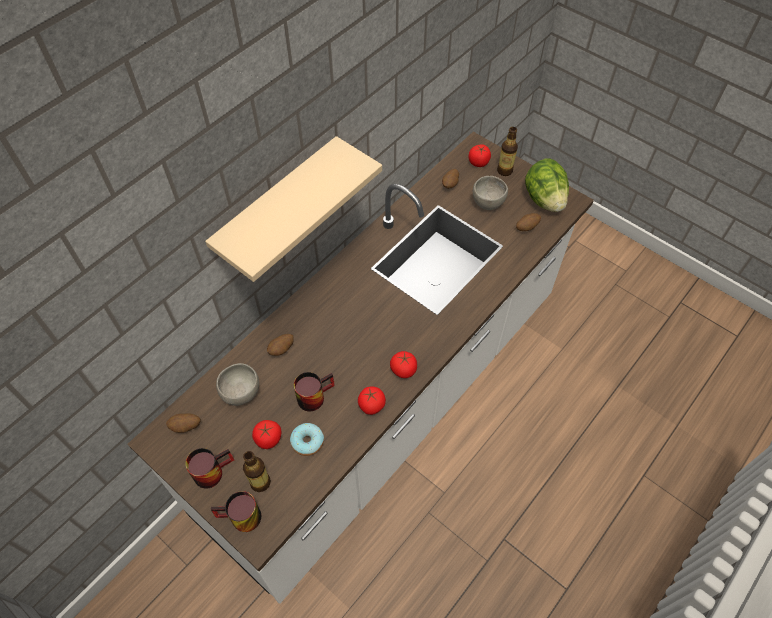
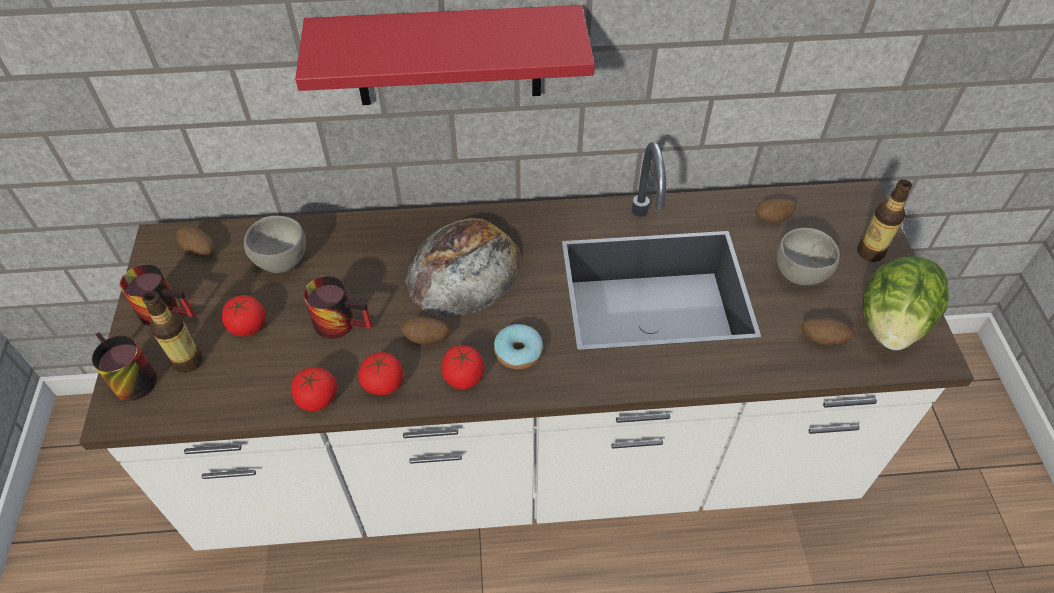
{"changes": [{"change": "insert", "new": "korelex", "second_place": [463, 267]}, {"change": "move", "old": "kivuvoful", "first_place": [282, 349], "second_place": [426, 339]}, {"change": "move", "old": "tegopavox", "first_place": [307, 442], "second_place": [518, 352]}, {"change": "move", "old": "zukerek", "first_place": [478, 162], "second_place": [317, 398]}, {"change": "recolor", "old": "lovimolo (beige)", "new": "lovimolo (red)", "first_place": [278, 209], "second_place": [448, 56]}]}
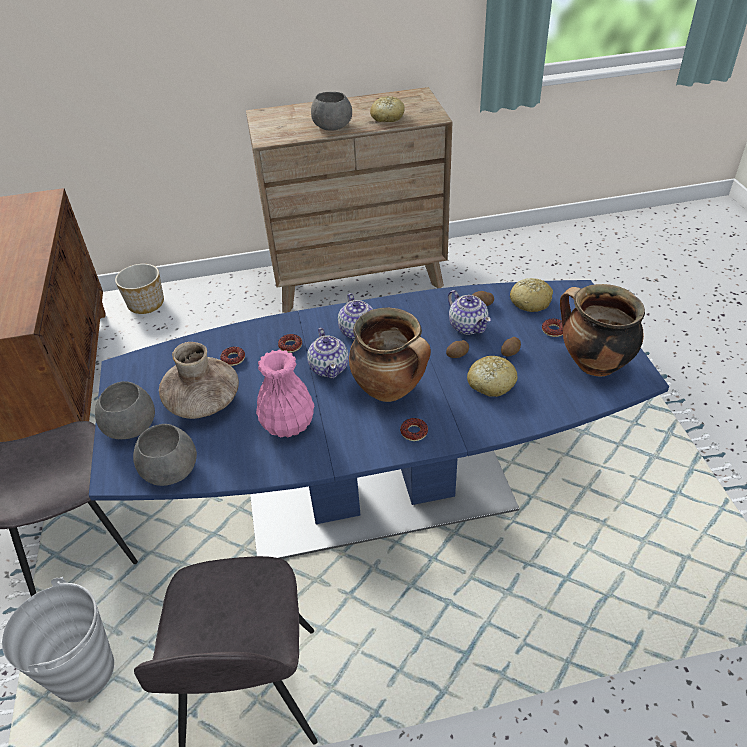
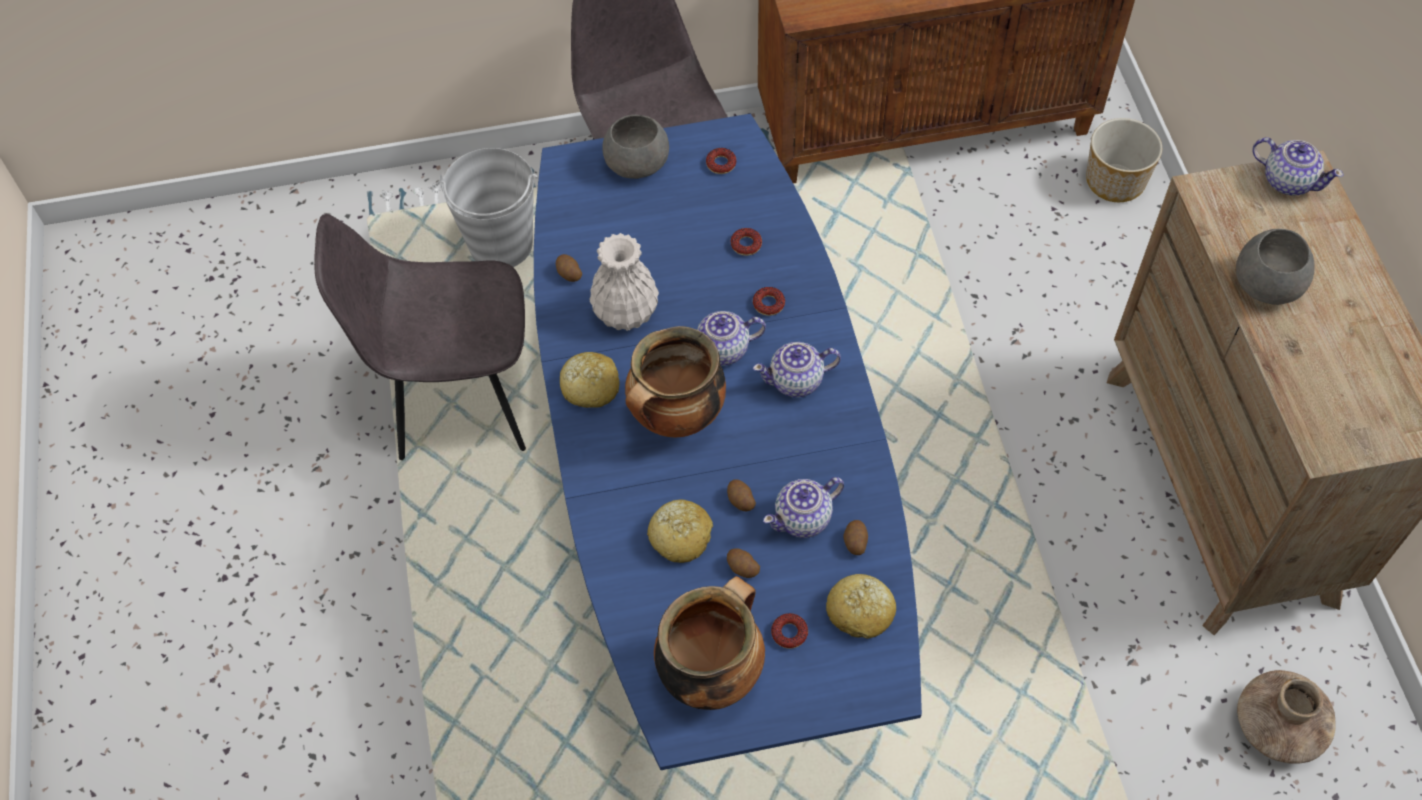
{"changes": [{"change": "delete", "old": "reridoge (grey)", "first_place": [170, 470]}, {"change": "insert", "new": "kivuvoful", "second_place": [568, 274]}, {"change": "insert", "new": "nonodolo", "second_place": [1287, 180]}, {"change": "move", "old": "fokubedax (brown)", "first_place": [203, 402], "second_place": [1278, 726]}, {"change": "move", "old": "korelex", "first_place": [387, 117], "second_place": [590, 386]}, {"change": "move", "old": "tegopavox", "first_place": [414, 432], "second_place": [721, 164]}, {"change": "recolor", "old": "fokubedax (pink)", "new": "fokubedax (white)", "first_place": [289, 424], "second_place": [626, 312]}]}
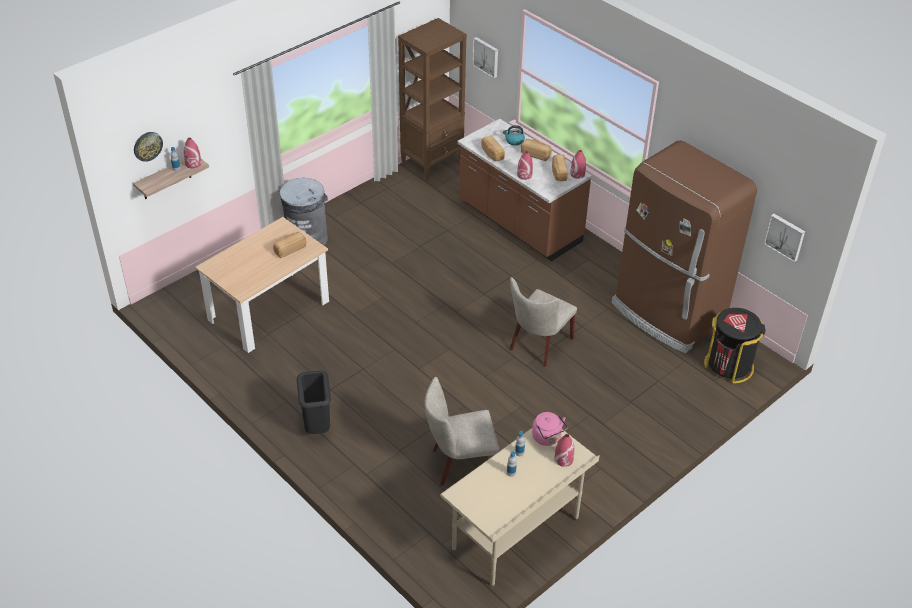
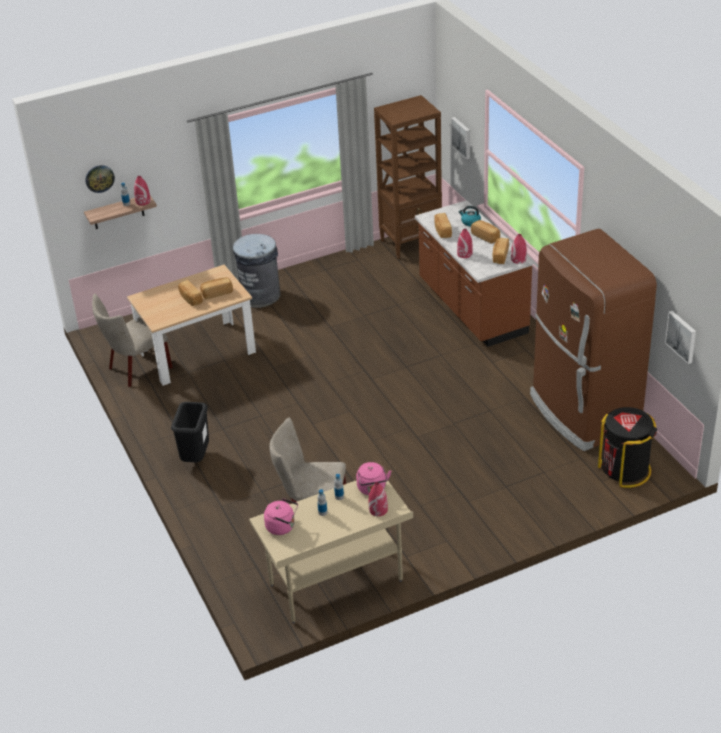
{"changes": [{"change": "insert", "new": "korelex", "second_place": [190, 299]}, {"change": "insert", "new": "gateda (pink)", "second_place": [282, 527]}, {"change": "move", "old": "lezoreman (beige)", "first_place": [538, 346], "second_place": [136, 369]}]}
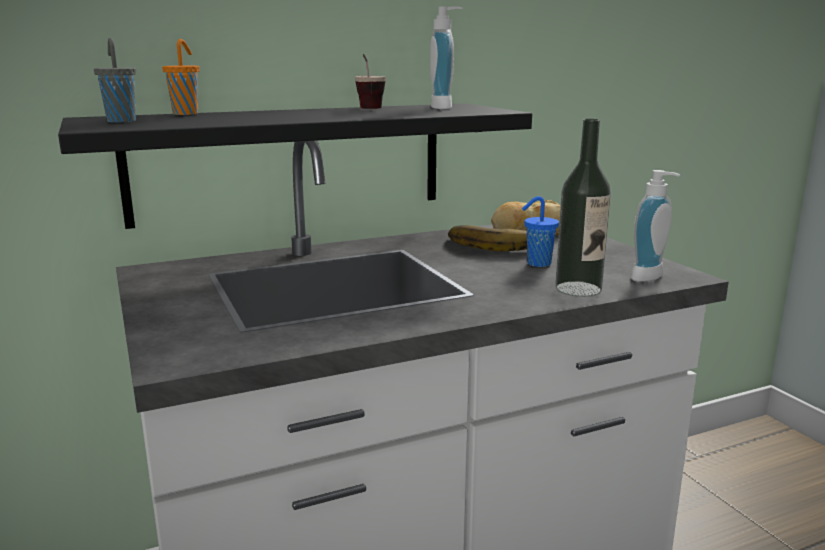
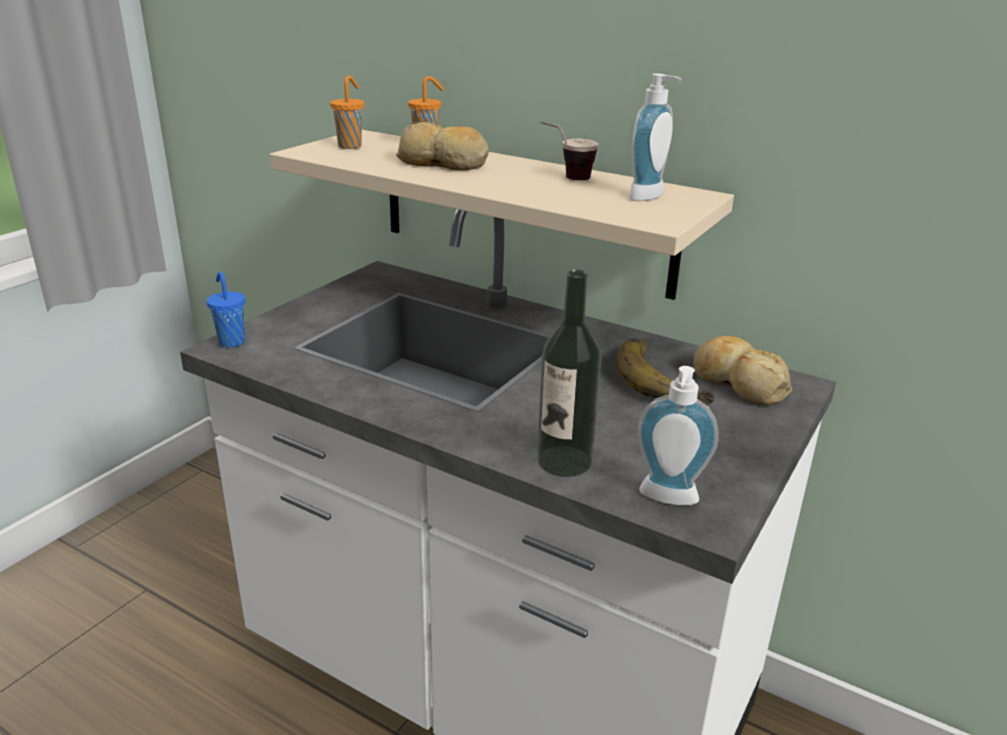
{"changes": [{"change": "insert", "new": "korelex", "second_place": [443, 163]}, {"change": "move", "old": "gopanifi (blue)", "first_place": [537, 264], "second_place": [231, 341]}, {"change": "recolor", "old": "lovimolo (black)", "new": "lovimolo (beige)", "first_place": [290, 162], "second_place": [523, 211]}, {"change": "recolor", "old": "gopanifi (grey)", "new": "gopanifi (orange)", "first_place": [121, 121], "second_place": [351, 146]}]}
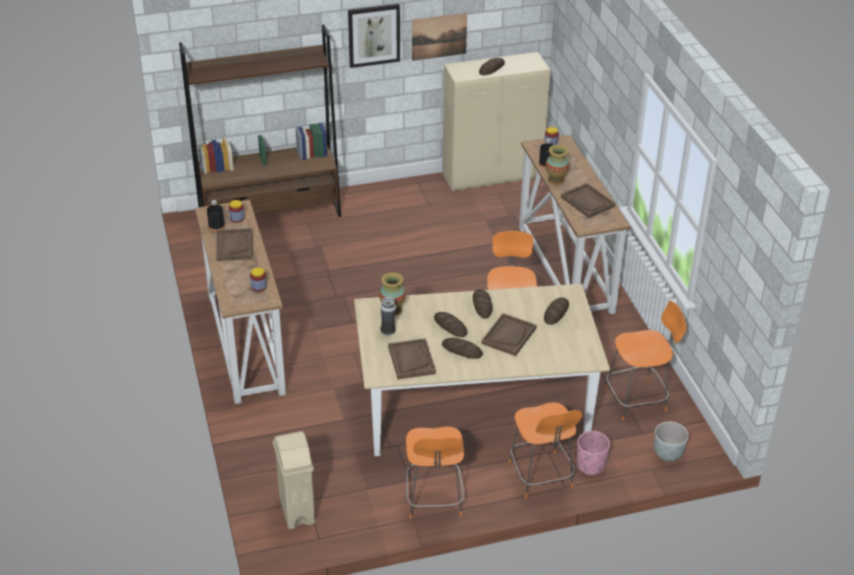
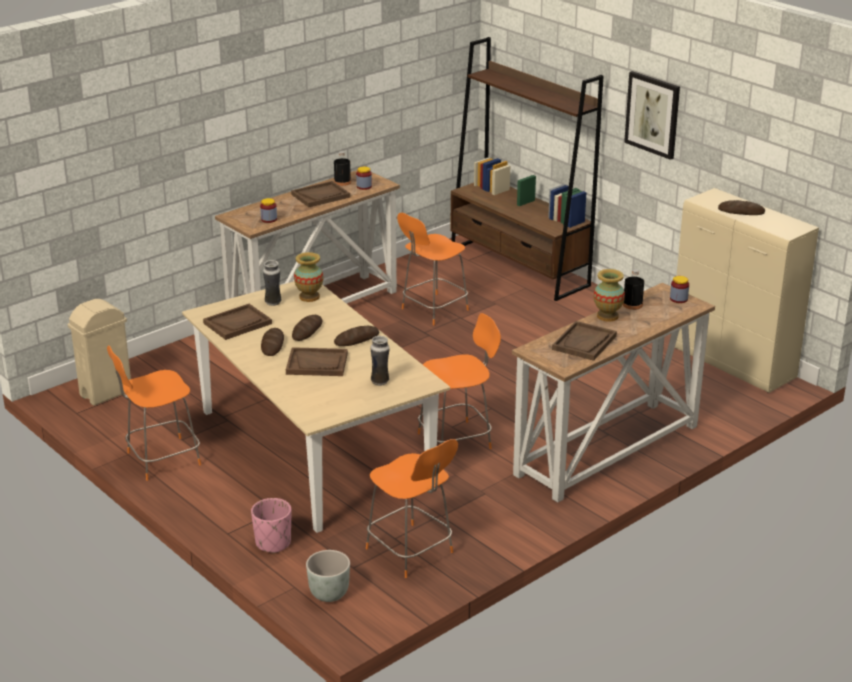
{"changes": [{"change": "delete", "old": "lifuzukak", "first_place": [439, 36]}, {"change": "move", "old": "lezoreman (orange)", "first_place": [541, 477], "second_place": [433, 310]}, {"change": "replace", "old": "korelex", "new": "fokubedax", "first_place": [556, 313], "second_place": [380, 382]}]}
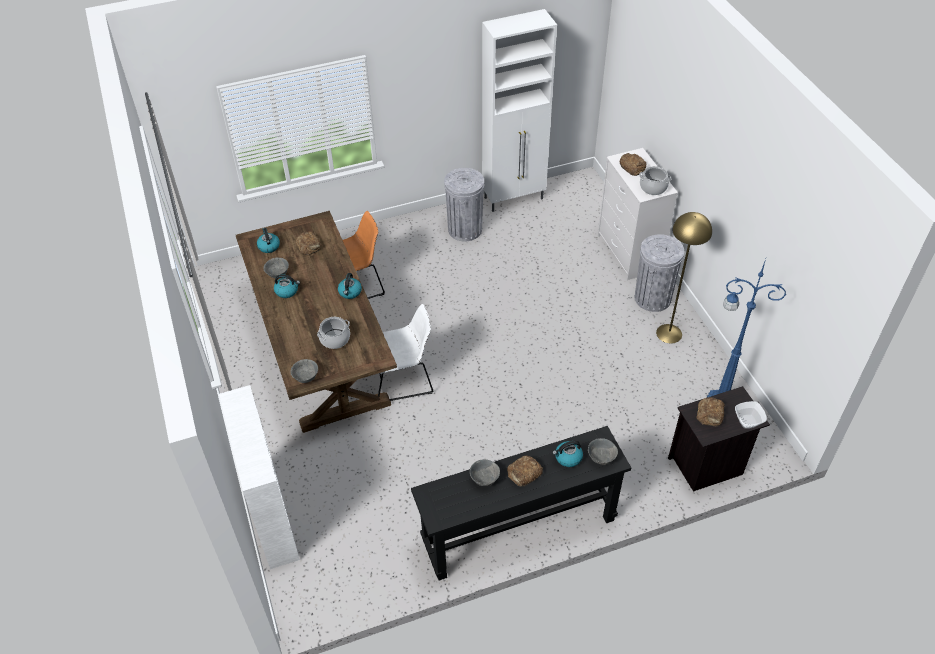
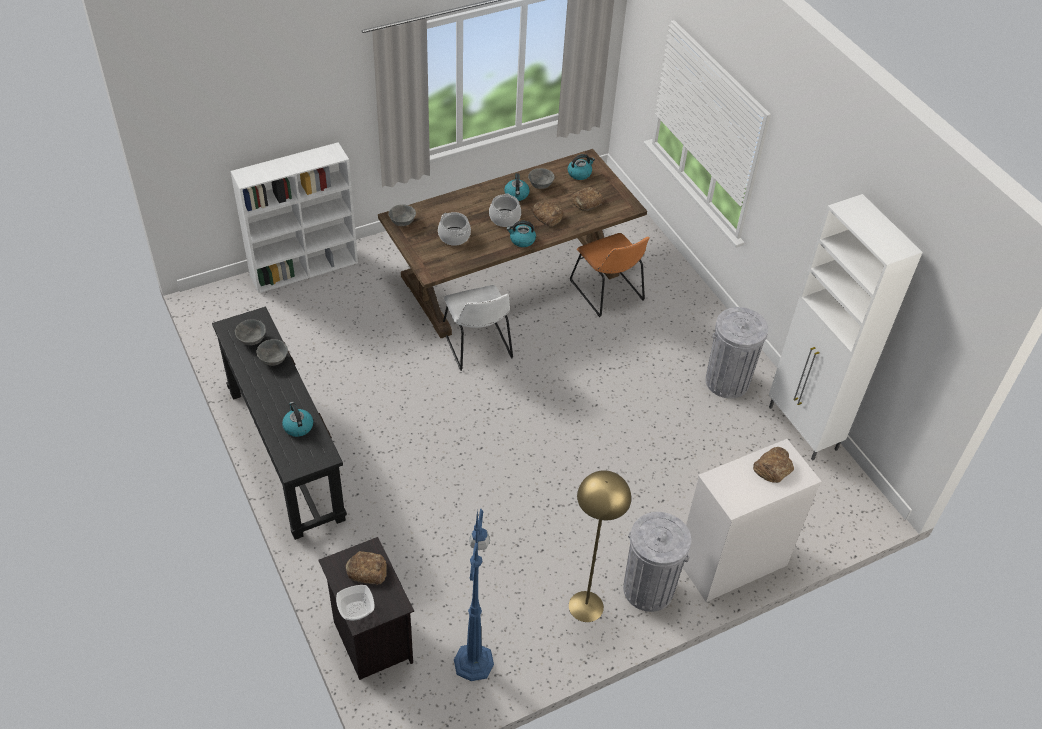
{"changes": [{"change": "move", "old": "korelex", "first_place": [524, 473], "second_place": [547, 216]}, {"change": "move", "old": "reridoge (grey)", "first_place": [601, 457], "second_place": [252, 339]}, {"change": "move", "old": "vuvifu", "first_place": [653, 187], "second_place": [505, 218]}]}
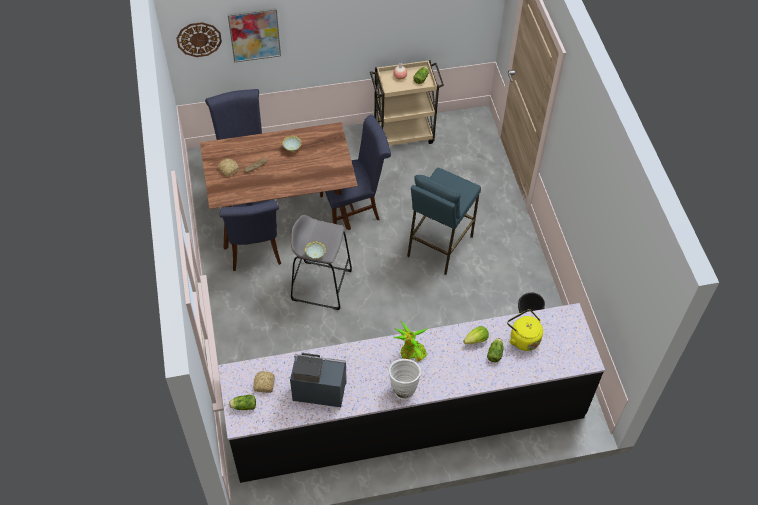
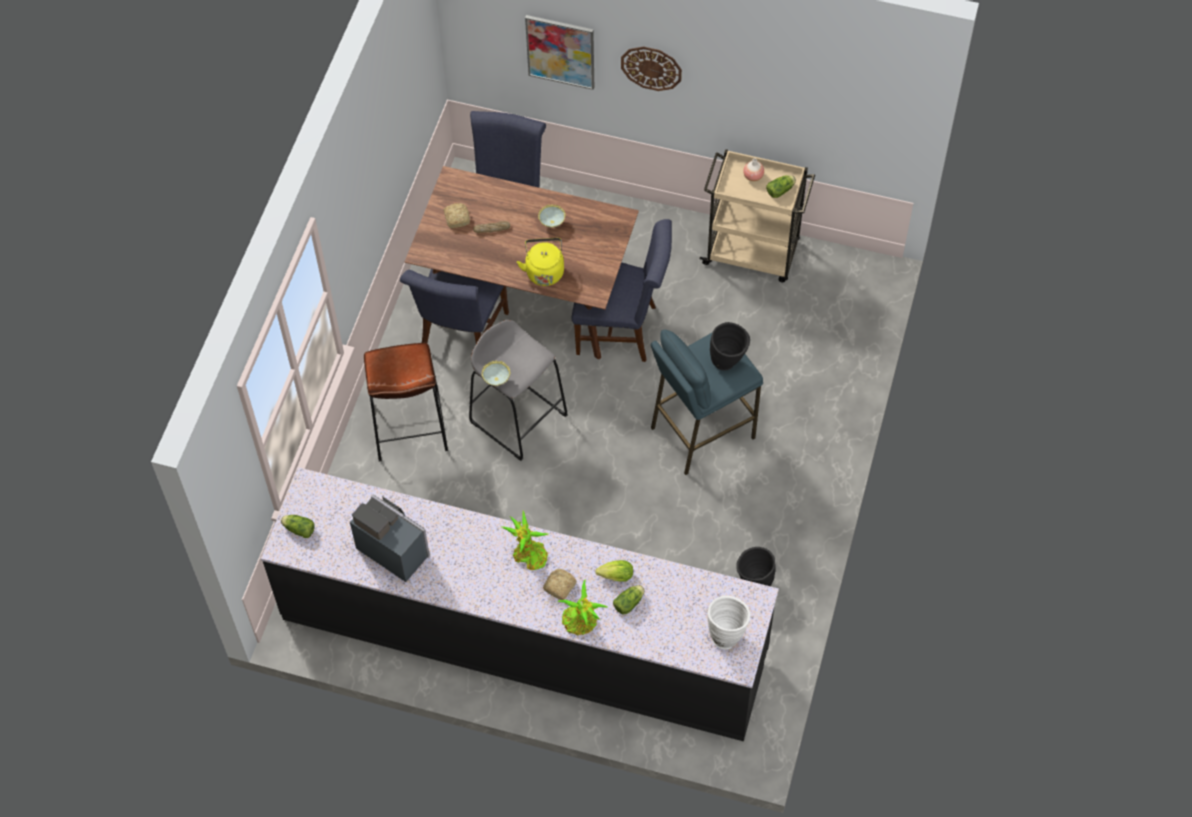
{"changes": [{"change": "insert", "new": "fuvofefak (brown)", "second_place": [408, 427]}, {"change": "insert", "new": "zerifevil", "second_place": [581, 622]}, {"change": "insert", "new": "fokubedax (black)", "second_place": [728, 363]}, {"change": "move", "old": "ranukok", "first_place": [199, 39], "second_place": [651, 67]}, {"change": "move", "old": "korelex", "first_place": [264, 384], "second_place": [559, 587]}, {"change": "move", "old": "fokubedax (white)", "first_place": [403, 388], "second_place": [726, 633]}, {"change": "move", "old": "gateda (yellow)", "first_place": [523, 338], "second_place": [544, 271]}]}
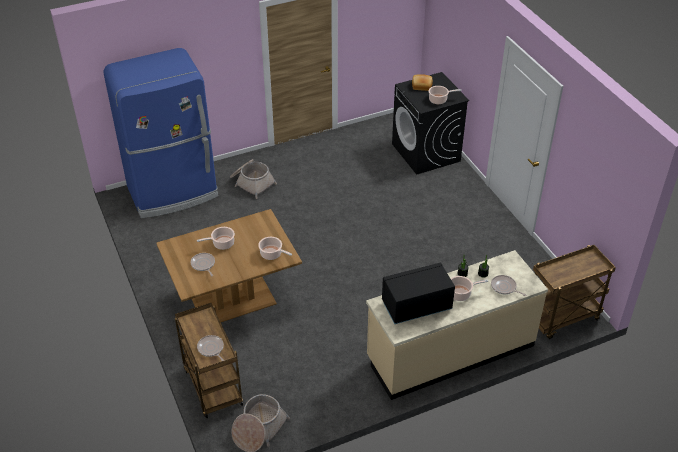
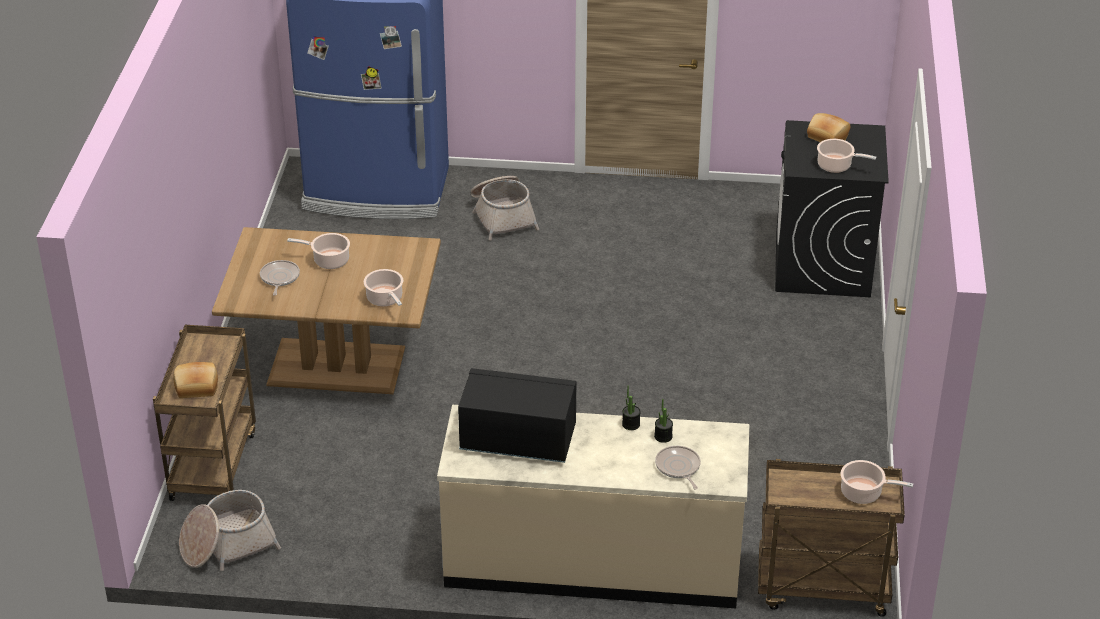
{"changes": [{"change": "move", "old": "vuvifu", "first_place": [461, 293], "second_place": [864, 493]}, {"change": "replace", "old": "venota", "new": "korelex", "first_place": [211, 349], "second_place": [196, 388]}]}
